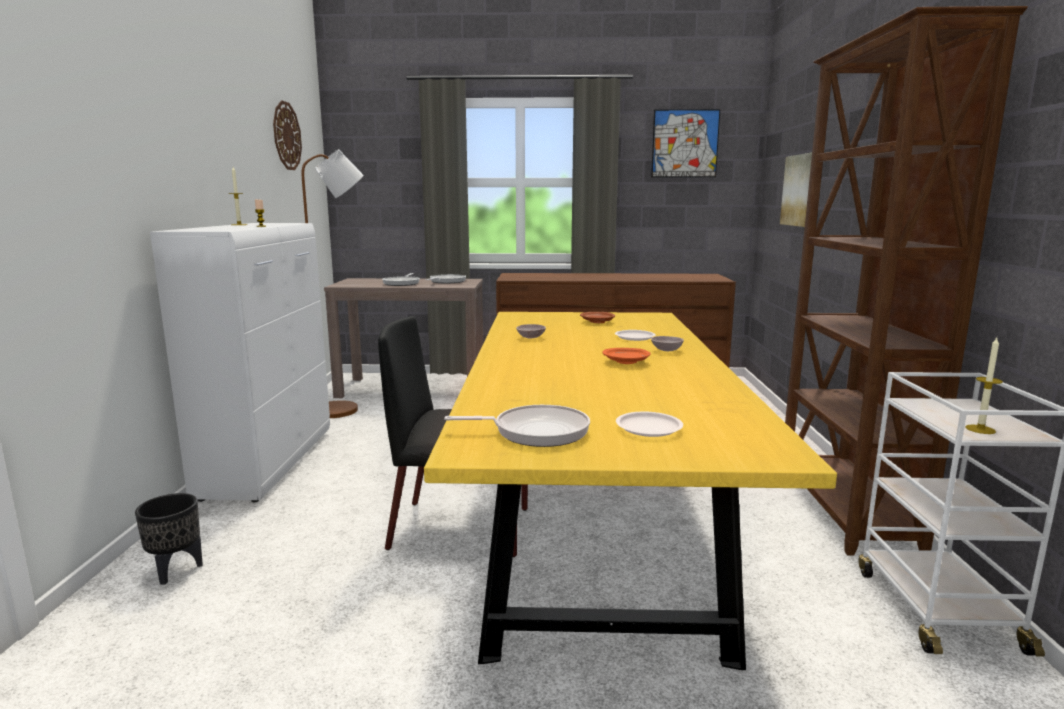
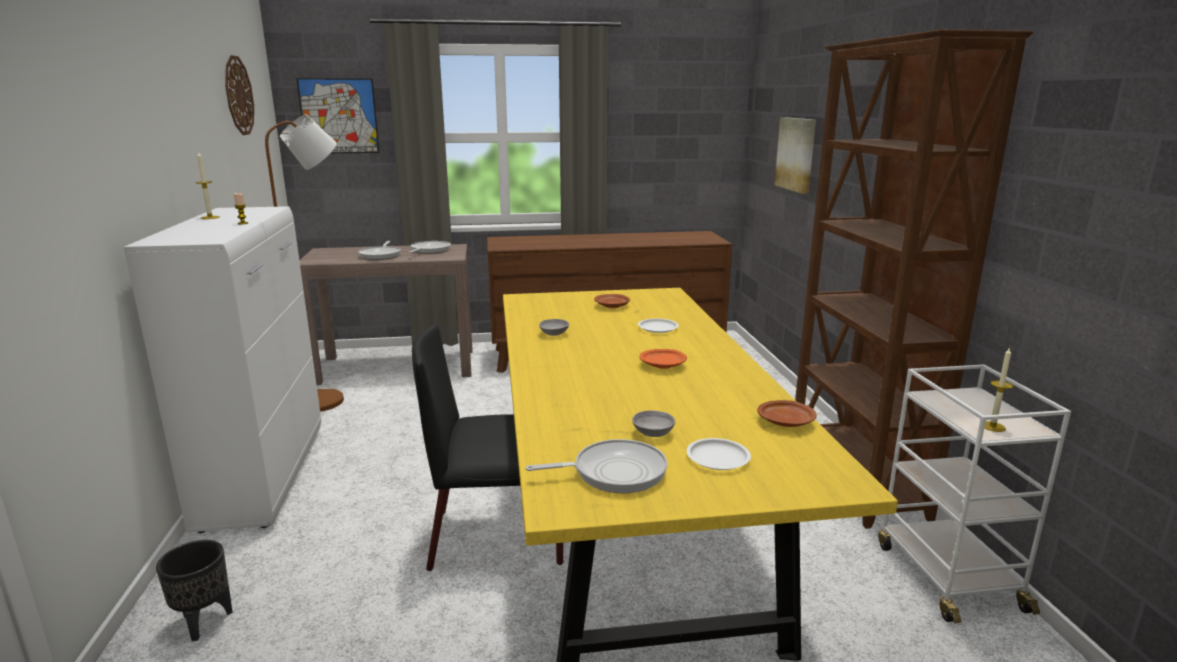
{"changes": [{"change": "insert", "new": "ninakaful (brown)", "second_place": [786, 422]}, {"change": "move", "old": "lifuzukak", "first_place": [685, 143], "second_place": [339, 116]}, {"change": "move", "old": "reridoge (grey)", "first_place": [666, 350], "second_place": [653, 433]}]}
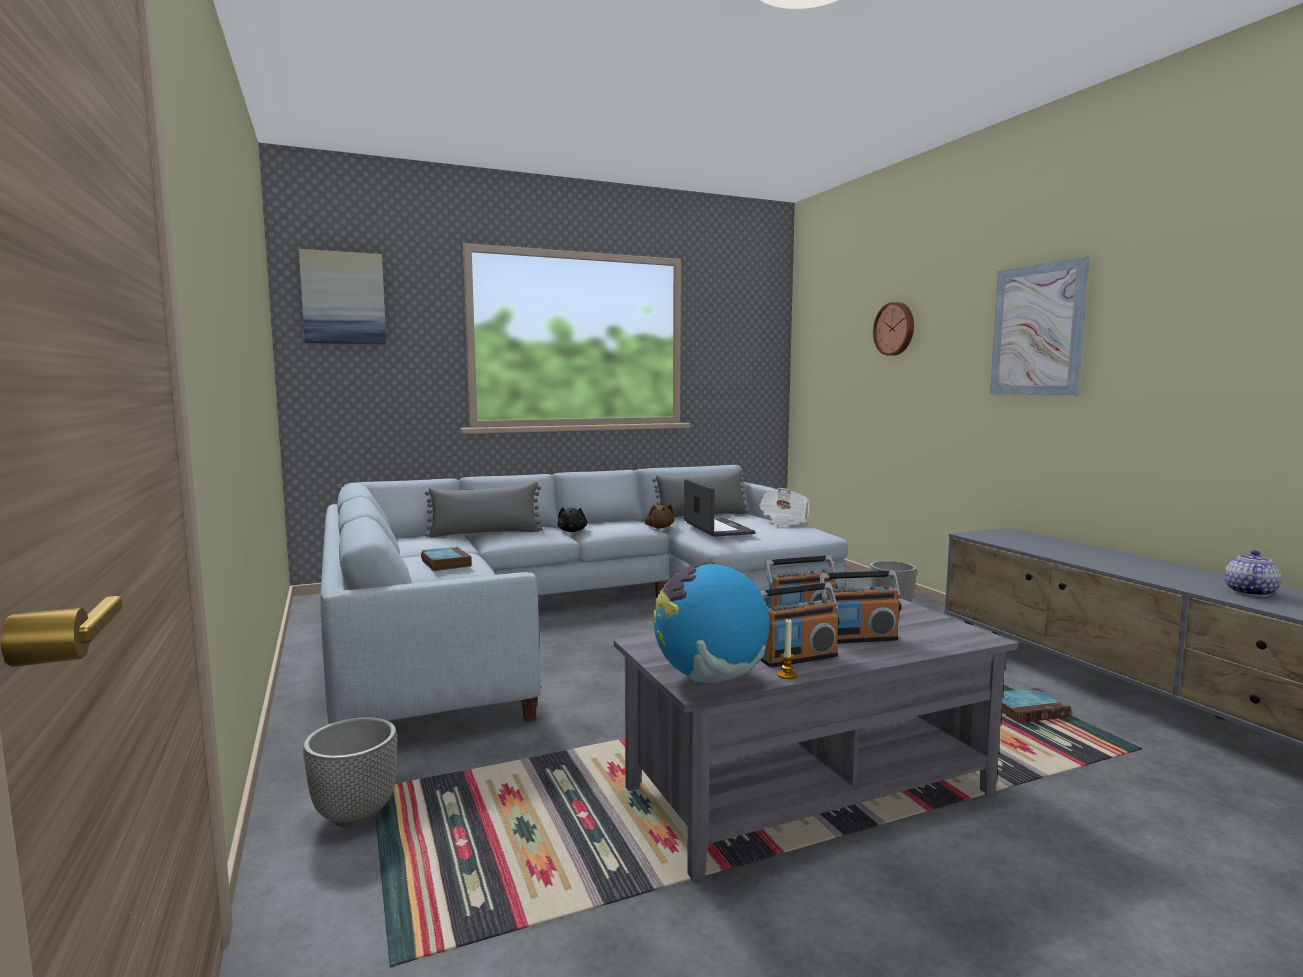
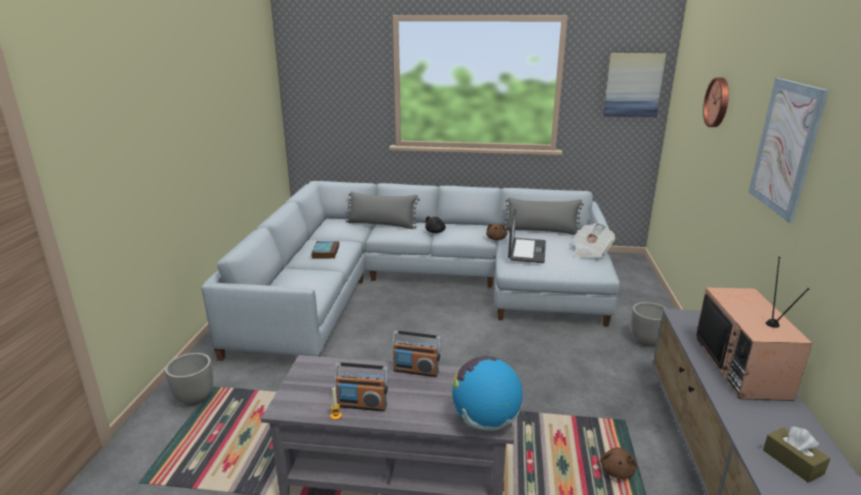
{"changes": [{"change": "delete", "old": "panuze", "first_place": [859, 638]}, {"change": "insert", "new": "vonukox", "second_place": [743, 367]}, {"change": "move", "old": "lifuzukak", "first_place": [343, 298], "second_place": [633, 85]}, {"change": "move", "old": "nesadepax", "first_place": [710, 678], "second_place": [485, 421]}, {"change": "replace", "old": "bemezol", "new": "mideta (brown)", "first_place": [1028, 711], "second_place": [617, 470]}, {"change": "replace", "old": "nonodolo", "new": "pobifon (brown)", "first_place": [1249, 592], "second_place": [792, 462]}]}
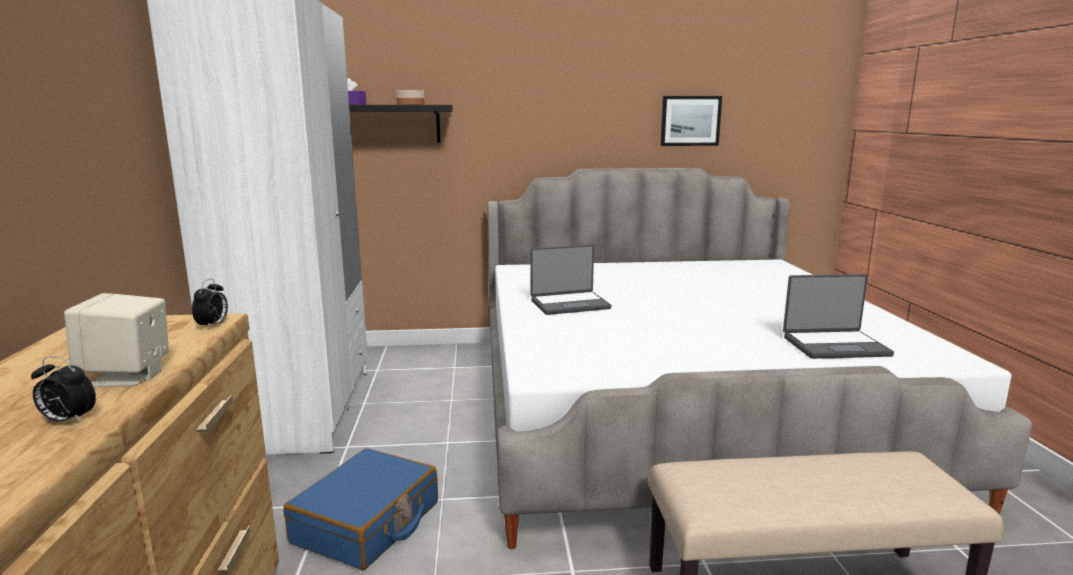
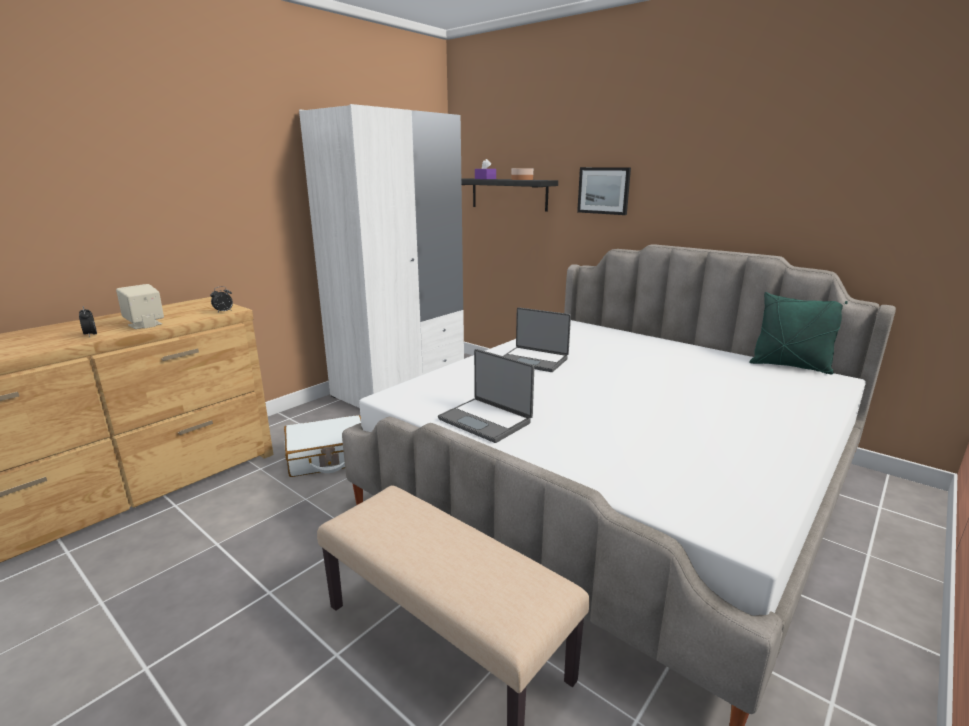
{"changes": [{"change": "insert", "new": "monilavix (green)", "second_place": [789, 366]}, {"change": "move", "old": "lifuzukak", "first_place": [690, 121], "second_place": [603, 190]}, {"change": "move", "old": "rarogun", "first_place": [834, 345], "second_place": [486, 420]}, {"change": "recolor", "old": "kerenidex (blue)", "new": "kerenidex (white)", "first_place": [367, 523], "second_place": [328, 457]}]}
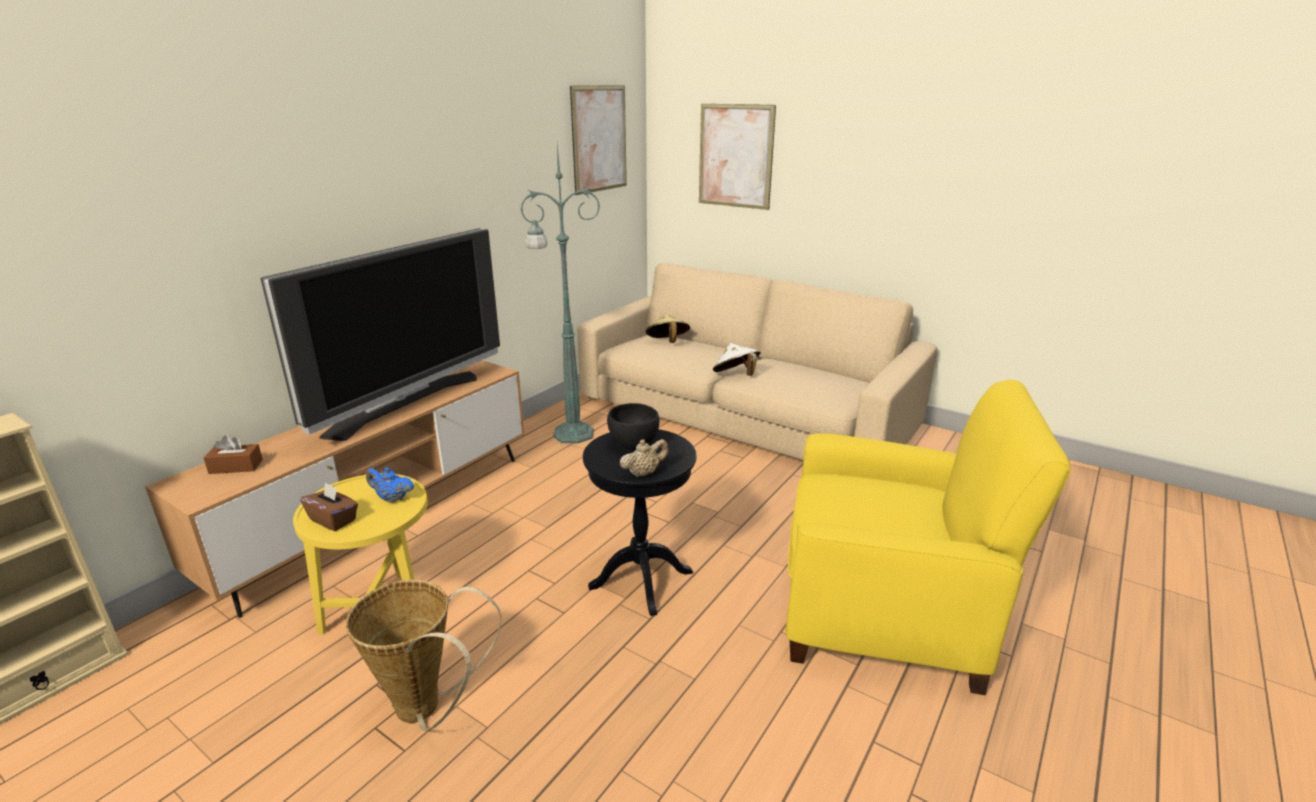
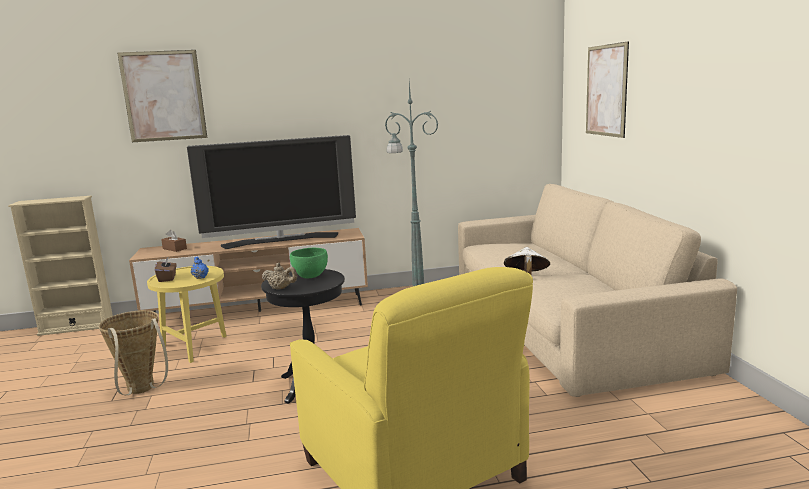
{"changes": [{"change": "delete", "old": "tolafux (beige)", "first_place": [667, 343]}, {"change": "move", "old": "lifuzukak", "first_place": [599, 139], "second_place": [163, 96]}, {"change": "recolor", "old": "reridoge (black)", "new": "reridoge (green)", "first_place": [633, 444], "second_place": [310, 276]}]}
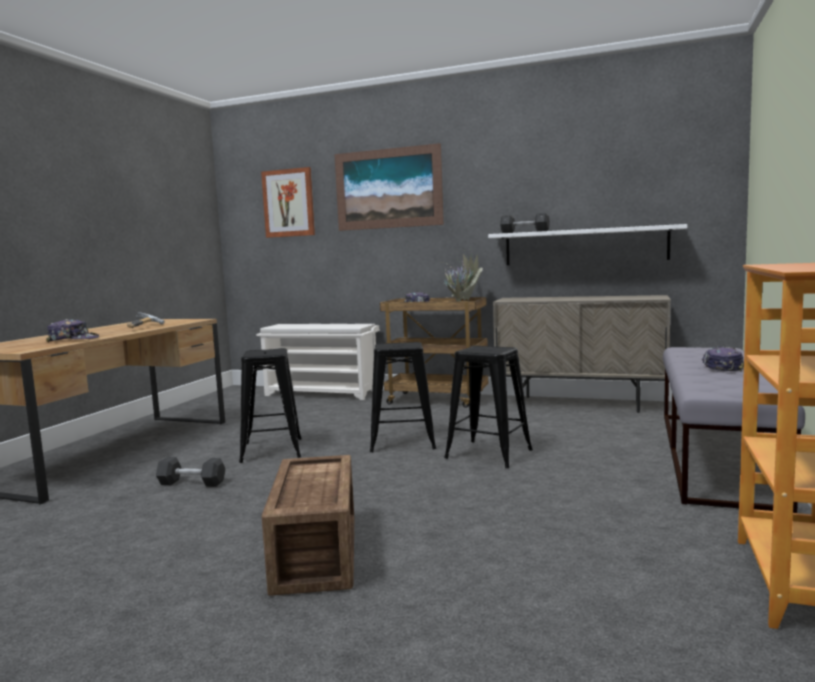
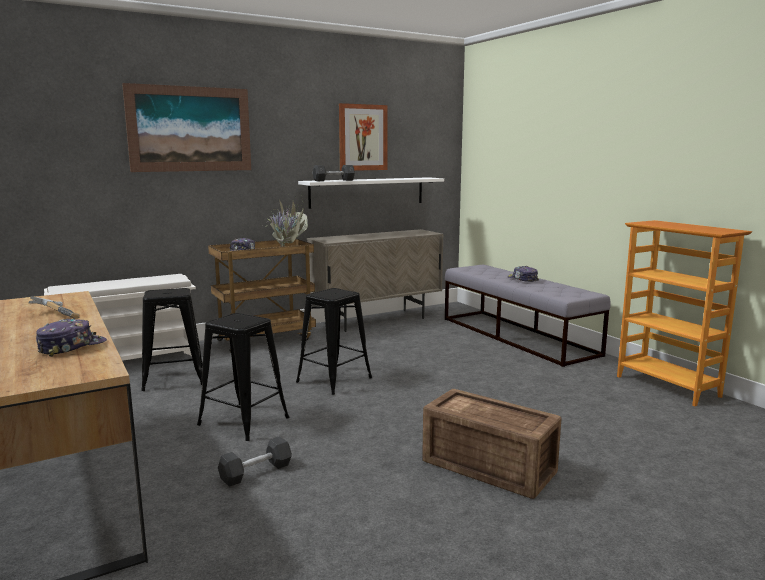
{"changes": [{"change": "move", "old": "lifuzukak", "first_place": [288, 203], "second_place": [362, 137]}, {"change": "move", "old": "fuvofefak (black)", "first_place": [488, 454], "second_place": [174, 378]}]}
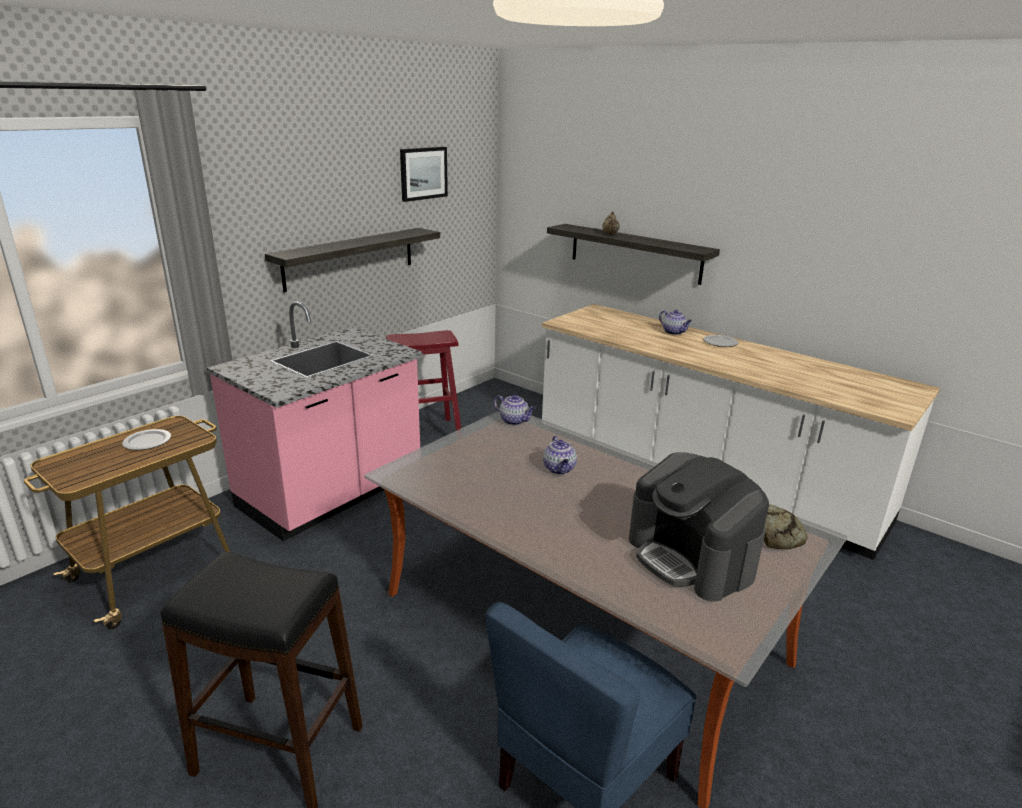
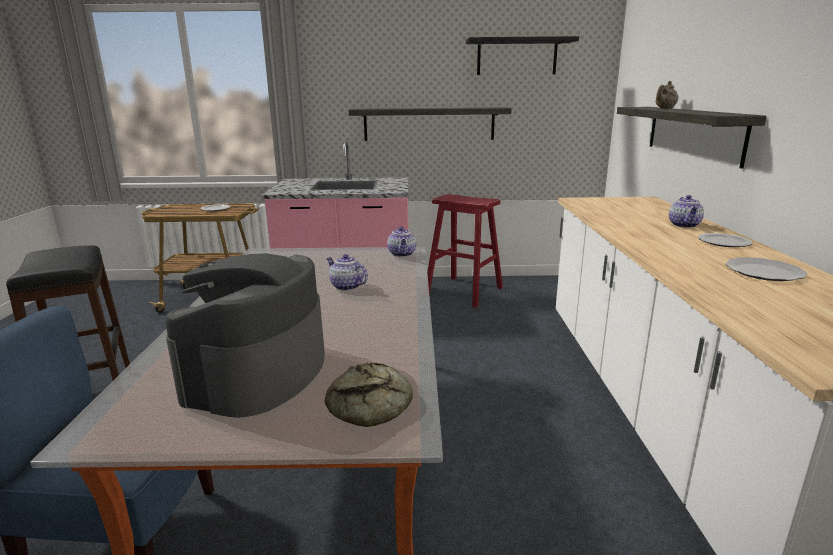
{"changes": [{"change": "insert", "new": "ninakaful", "second_place": [764, 272]}, {"change": "replace", "old": "lifuzukak", "new": "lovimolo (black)", "first_place": [423, 173], "second_place": [517, 57]}, {"change": "rotate", "old": "nonodolo", "first_place": [559, 469], "second_place": [346, 286], "degrees": 90}]}
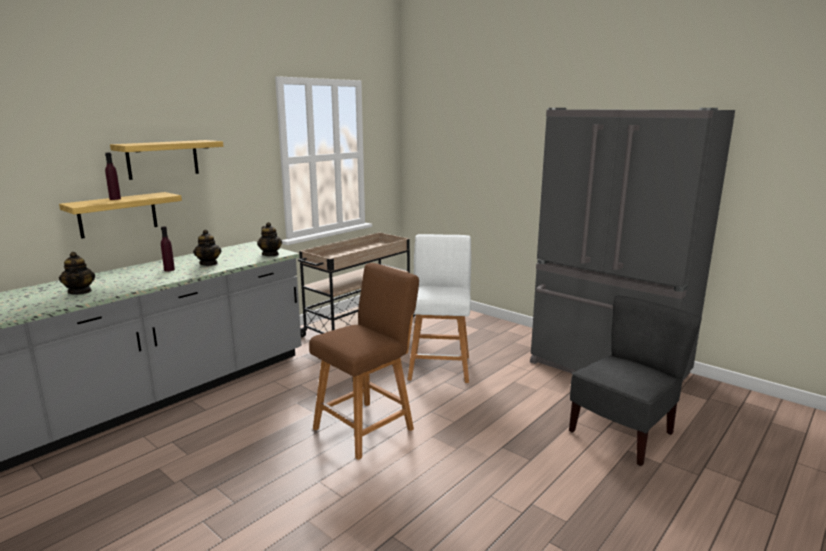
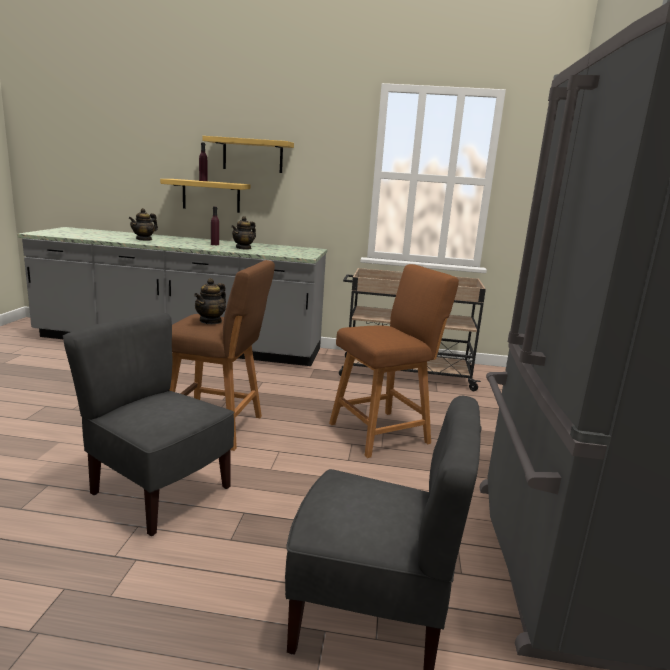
{"changes": [{"change": "insert", "new": "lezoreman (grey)", "second_place": [159, 492]}, {"change": "move", "old": "nonodolo", "first_place": [270, 254], "second_place": [211, 321]}, {"change": "recolor", "old": "fuvofefak (white)", "new": "fuvofefak (brown)", "first_place": [439, 366], "second_place": [383, 432]}]}
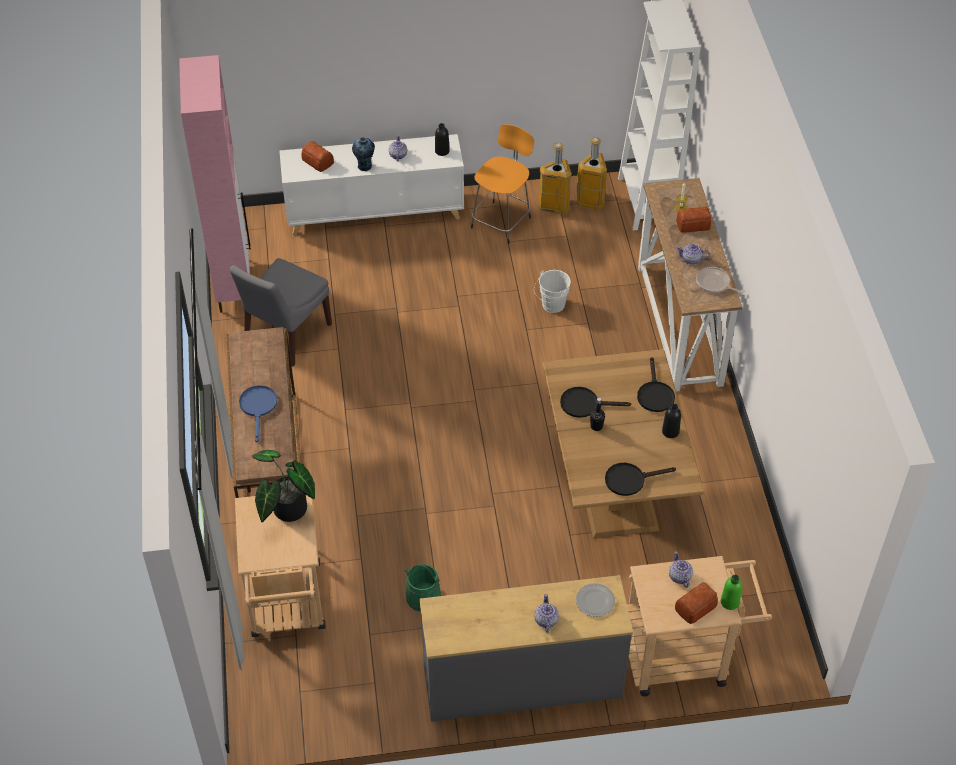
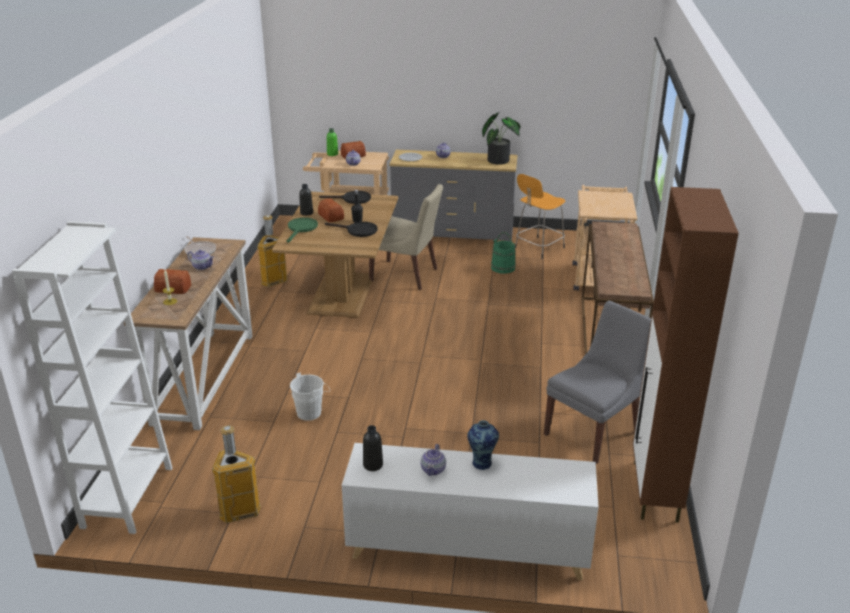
{"changes": [{"change": "delete", "old": "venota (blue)", "first_place": [258, 408]}, {"change": "insert", "new": "lezoreman (beige)", "second_place": [406, 275]}, {"change": "move", "old": "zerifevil", "first_place": [286, 510], "second_place": [501, 160]}, {"change": "move", "old": "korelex", "first_place": [317, 162], "second_place": [331, 216]}, {"change": "move", "old": "fuvofefak (orange)", "first_place": [502, 221], "second_place": [538, 248]}, {"change": "move", "old": "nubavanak", "first_place": [591, 200], "second_place": [273, 282]}, {"change": "recolor", "old": "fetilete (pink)", "new": "fetilete (brown)", "first_place": [234, 284], "second_place": [655, 492]}, {"change": "recolor", "old": "venota (black)", "new": "venota (green)", "first_place": [654, 394], "second_place": [301, 229]}]}
